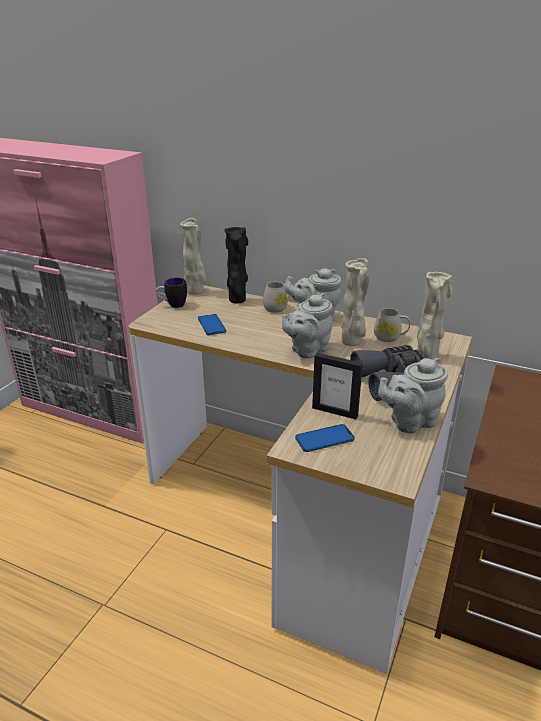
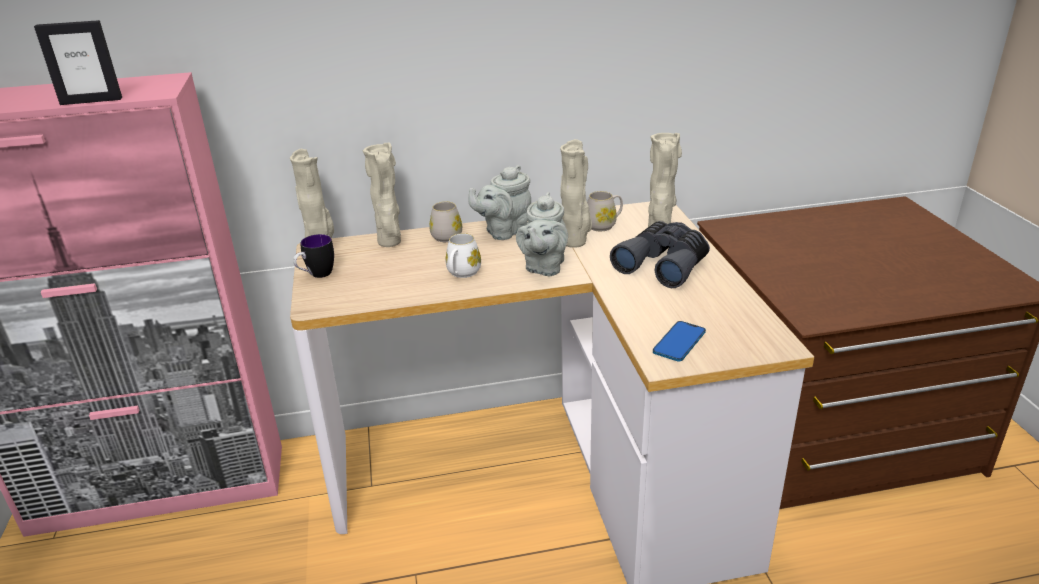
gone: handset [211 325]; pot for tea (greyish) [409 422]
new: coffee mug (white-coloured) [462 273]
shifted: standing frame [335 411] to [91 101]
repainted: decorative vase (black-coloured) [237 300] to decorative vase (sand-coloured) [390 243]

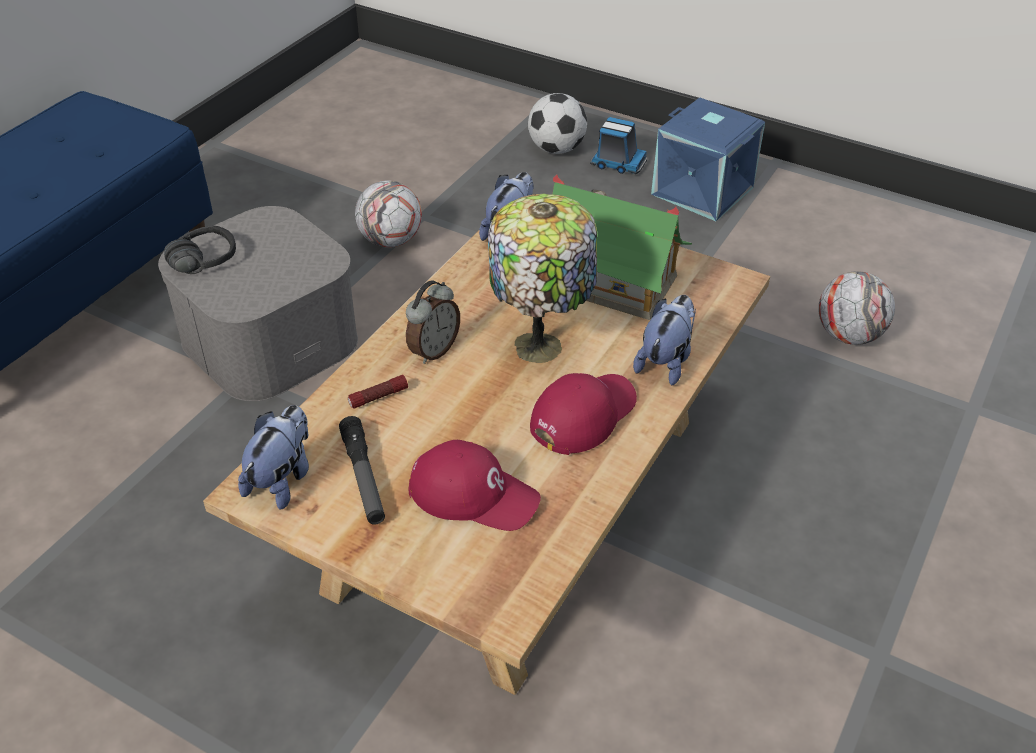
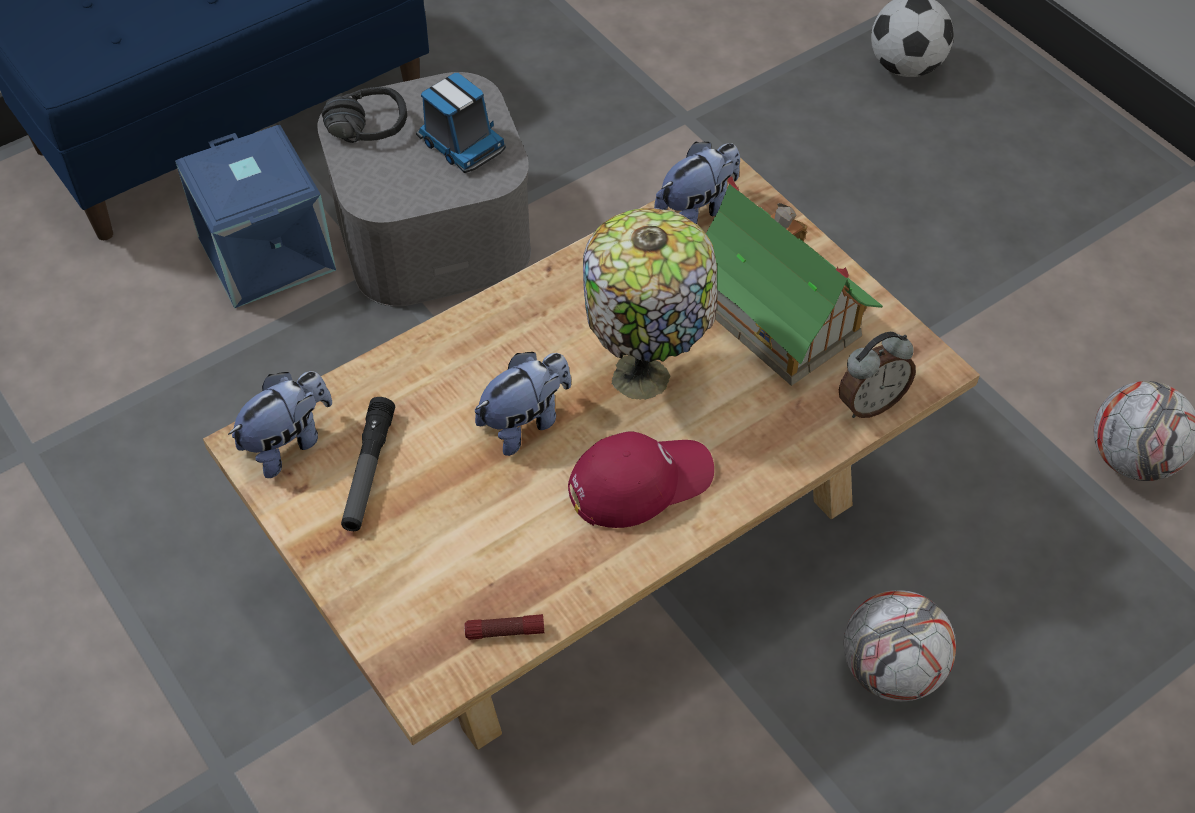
gone: peaked cap (red-coloured) [474 494]
shifted: storage container (blue) [703 190] to [269 253]; toy truck [617 163] to [460 144]; torch [378 397] to [505 632]; cuddly toy [665 361] to [525 422]; alarm clock [433 350] to [869 403]; football ball [391 241] to [891 671]

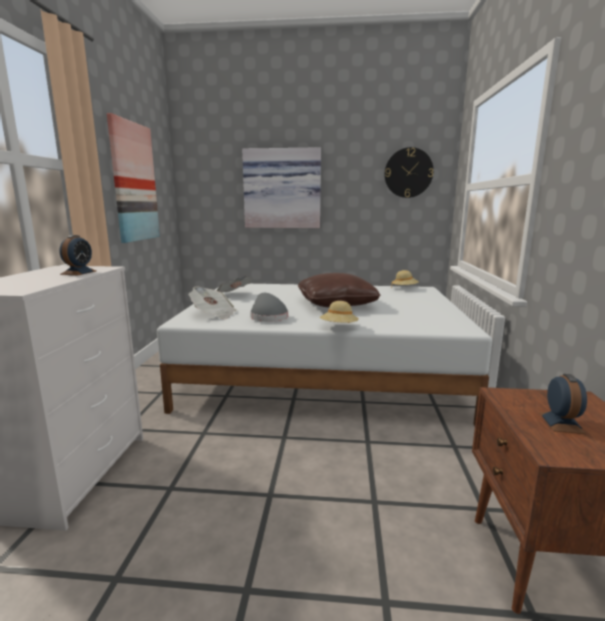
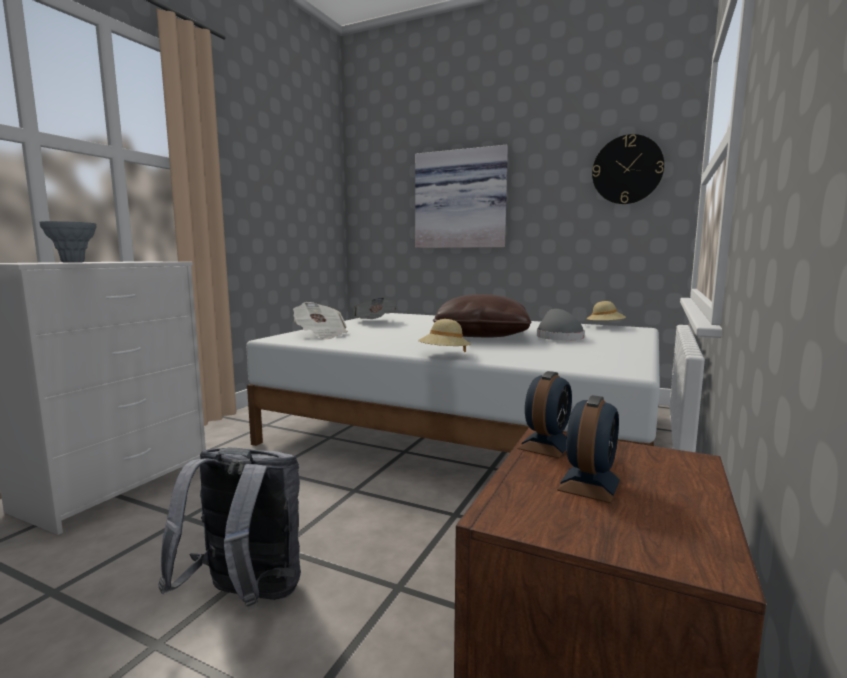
gone: picture [134 182]
new: decorative vase (greyish) [73 262]; knapsack (greyish) [246 598]
shifted: alarm clock [79 272] to [546 444]; wearable hat (greyish) [267 317] to [558 337]

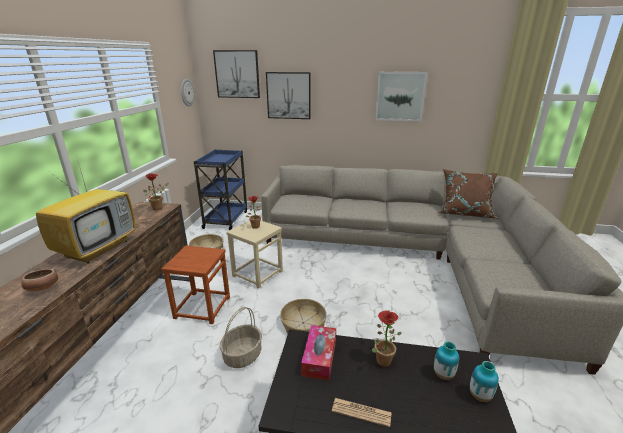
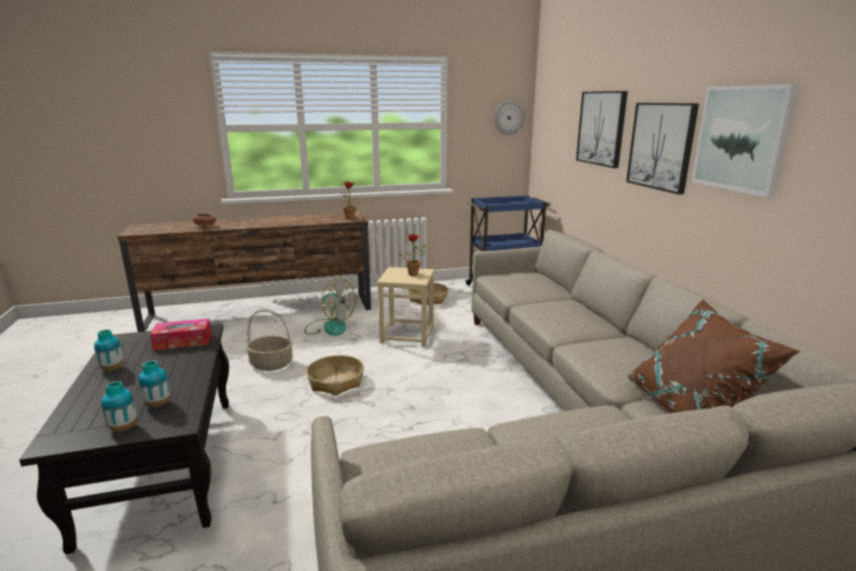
gone: television [98 248]; potted plant [381 358]
shifted: picture [237 74] to [661 146]
swapped: printed paper [361 412] to decorative vase [112 368]; sitting stool (brown-coloured) [202 307] to electric fan [329 327]

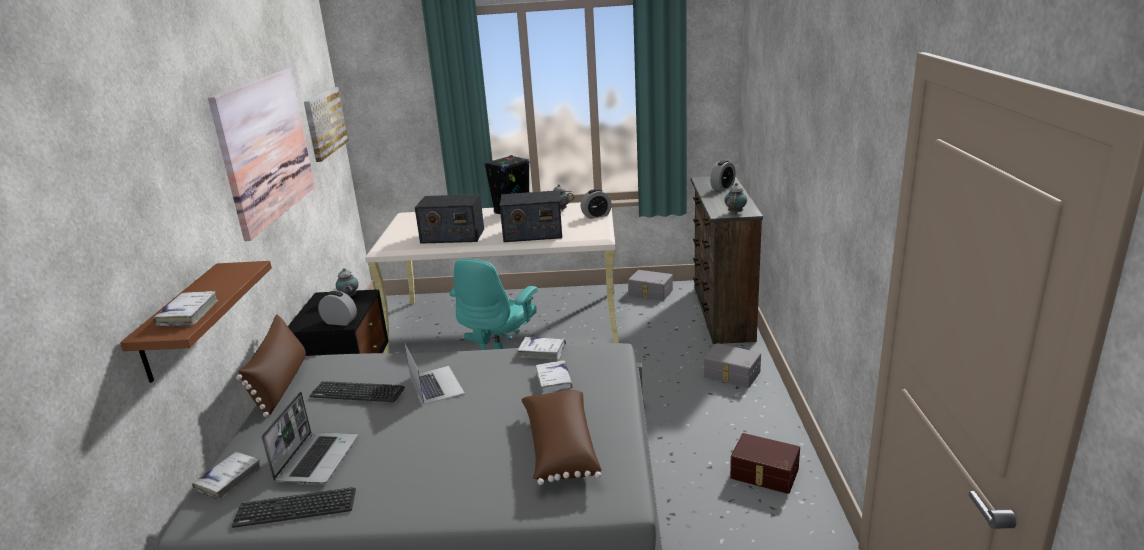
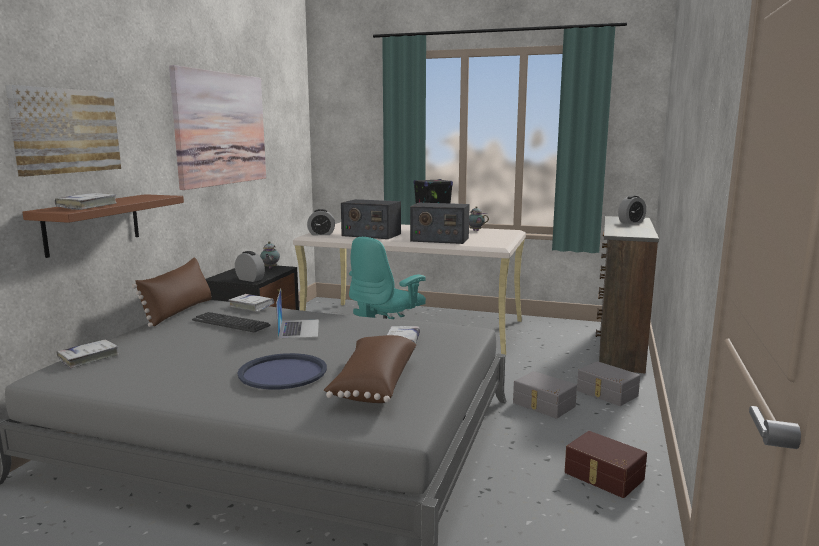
gone: PC keyboard [295 508]; laptop [317 458]; pot for tea [735 212]
new: serving tray (blue) [283 372]
shifted: picture [324 123] to [66 131]; bound book (white-coloured) [542 352] to [251 306]; alarm clock [596 216] to [321 234]; storage container (greyish) [650 293] to [543 405]

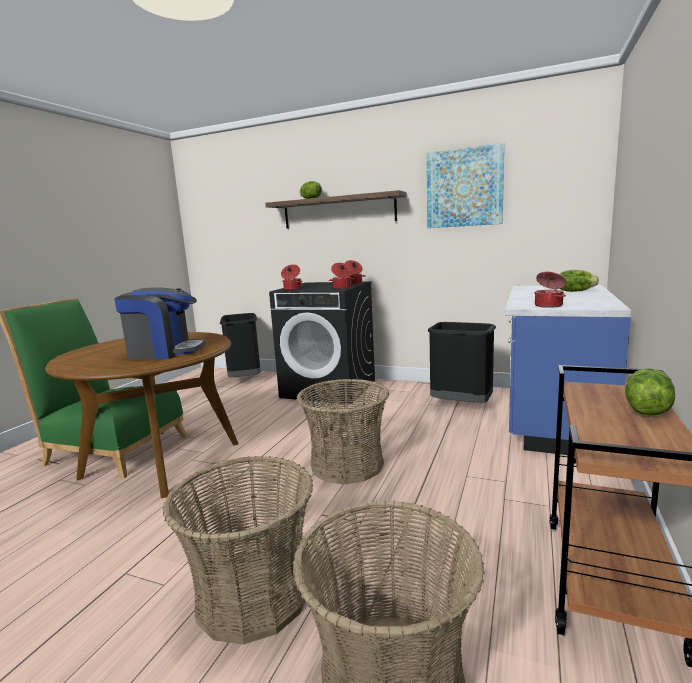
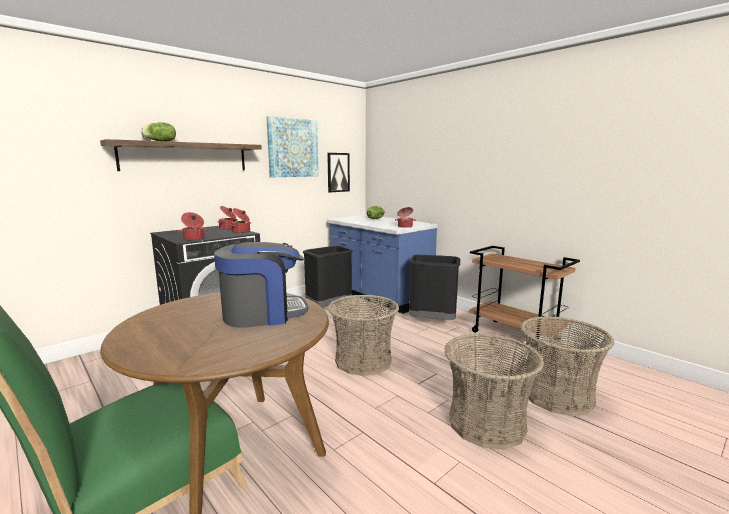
gone: lettuce [646 410]
new: picture [338 172]
shifted: rubbish bin (black-coloured) [245 379] to [432 322]
rotated: coffee maker [164 352] = [263 314] 45 degrees clockwise

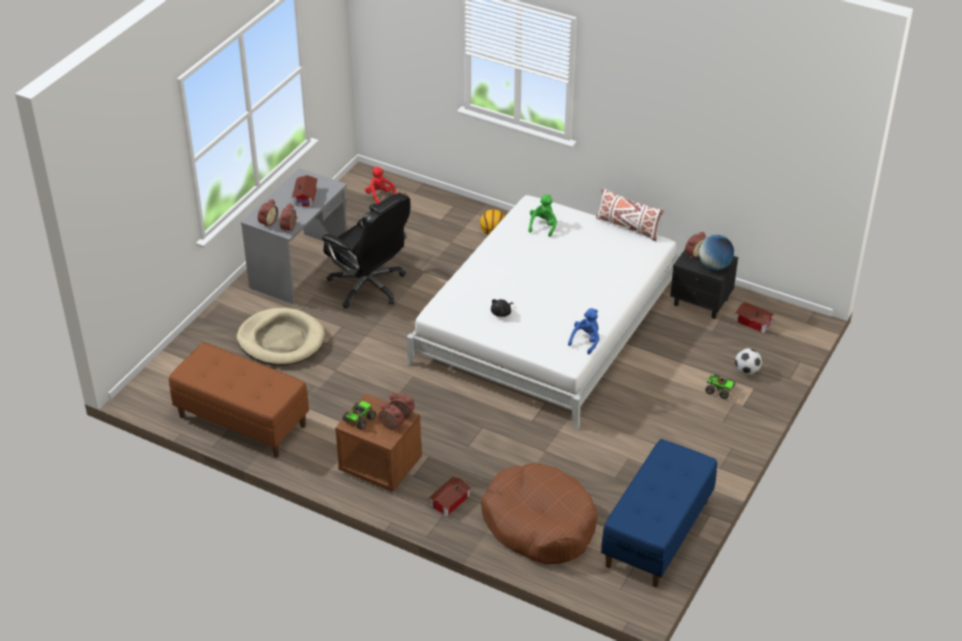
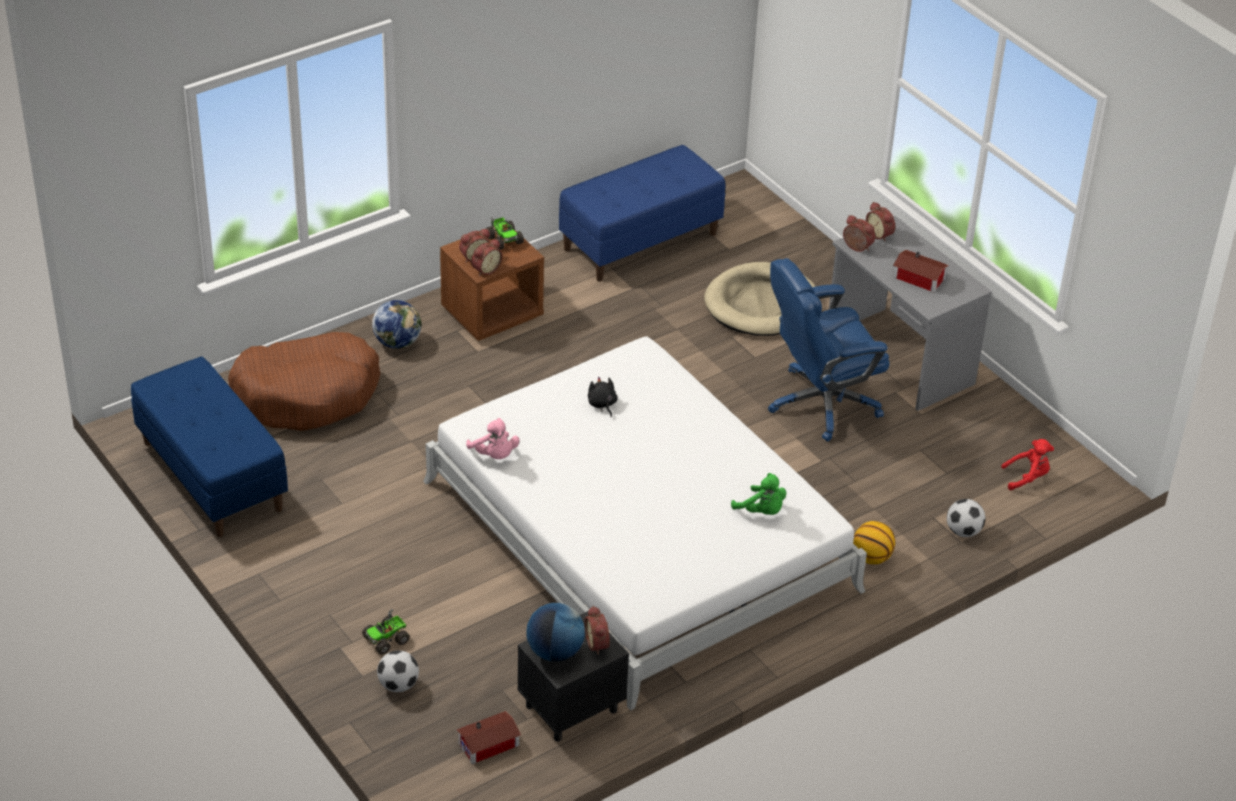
gone: cushion (white-coloured) [627 227]
new: football ball [963 531]
swapped: toy house [448 501] to desk globe [397 342]
repainted: cuddly toy (blue) [586 341] to cuddly toy (pink-coloured) [494 455]; bench (brown-coloured) [241 421] to bench (blue) [640 241]; office chair (black-coloured) [368 286] to office chair (blue) [821 403]

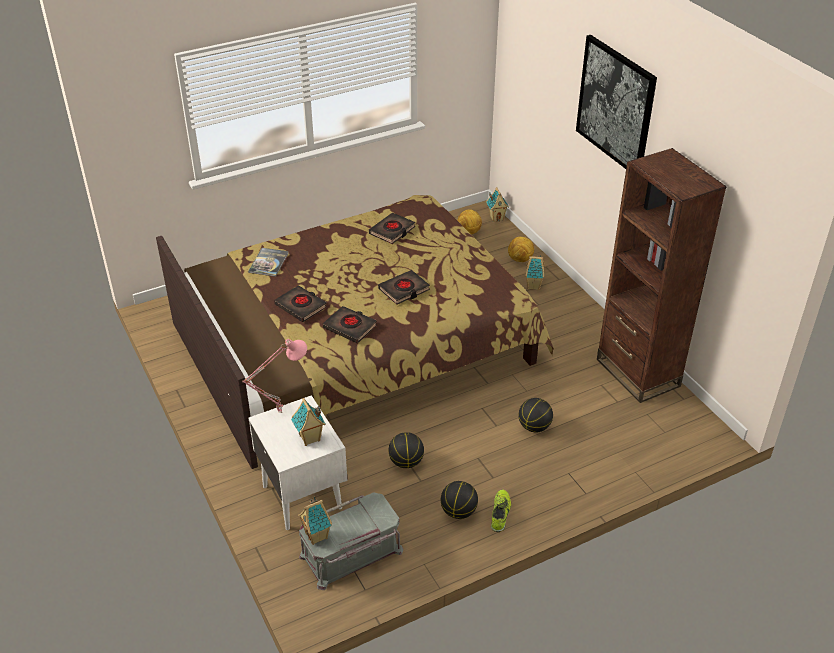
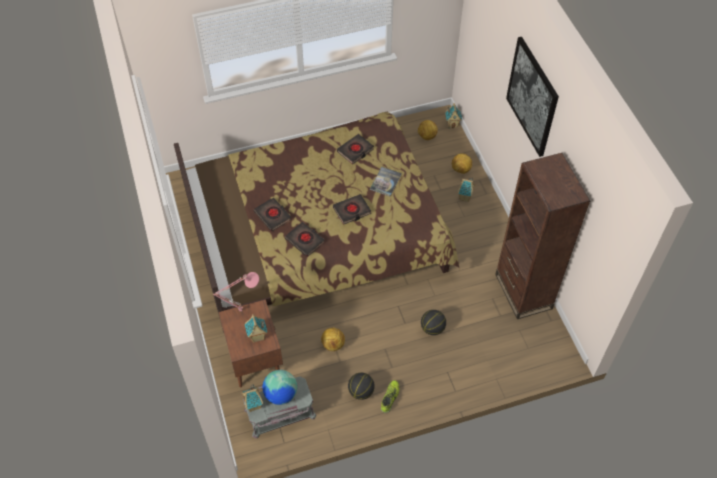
new: desk globe [281 394]
shifted: bound book [268 263] to [385 182]
swapped: ball for basketball [406 462] to football ball [333 344]
repainted: nightstand (white-coloured) [302 495] to nightstand (brown-coloured) [255 361]

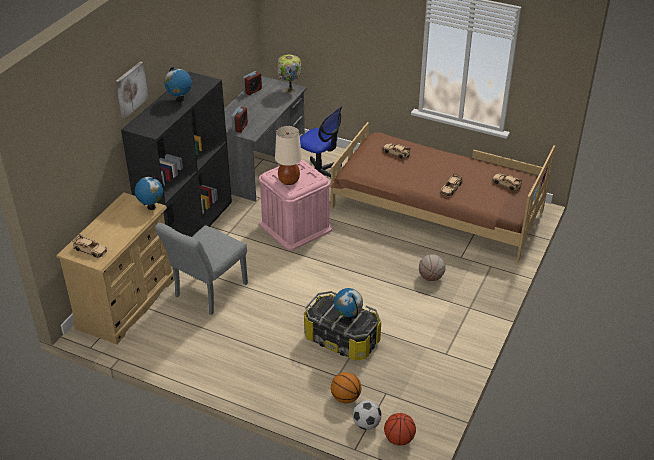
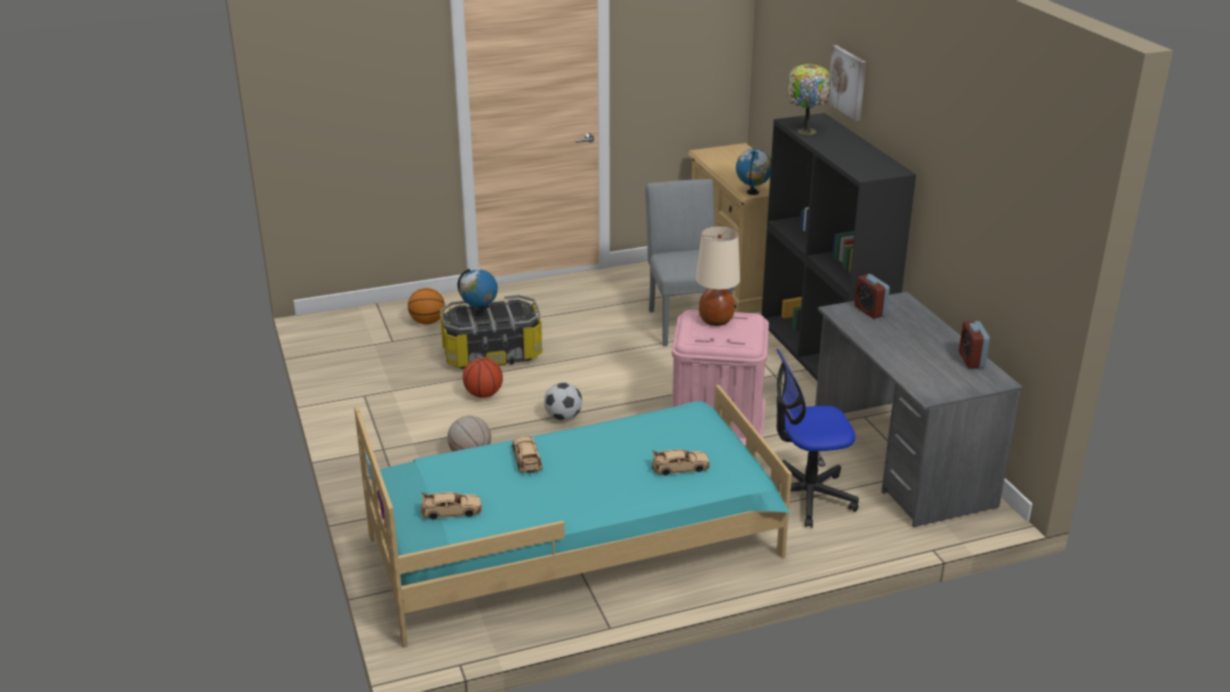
gone: miniature car (sand-coloured) [90 250]; desk globe [179 99]
shifted: ball for basketball [399 439] to [483 394]; football ball [366 424] to [563 417]; tabletop lamp [289 91] to [806 130]
repainted: bedroom bed (brown-coloured) [435 210] to bedroom bed (turquoise-coloured) [575 544]

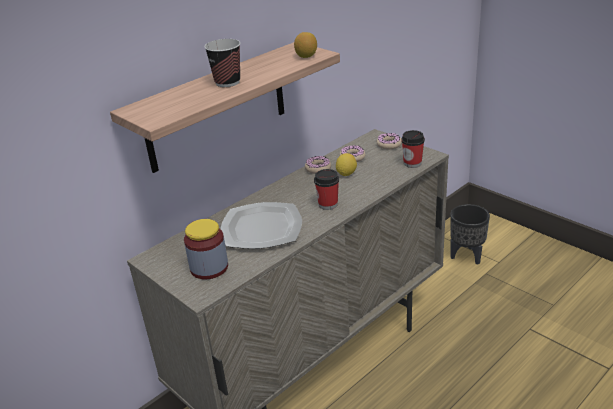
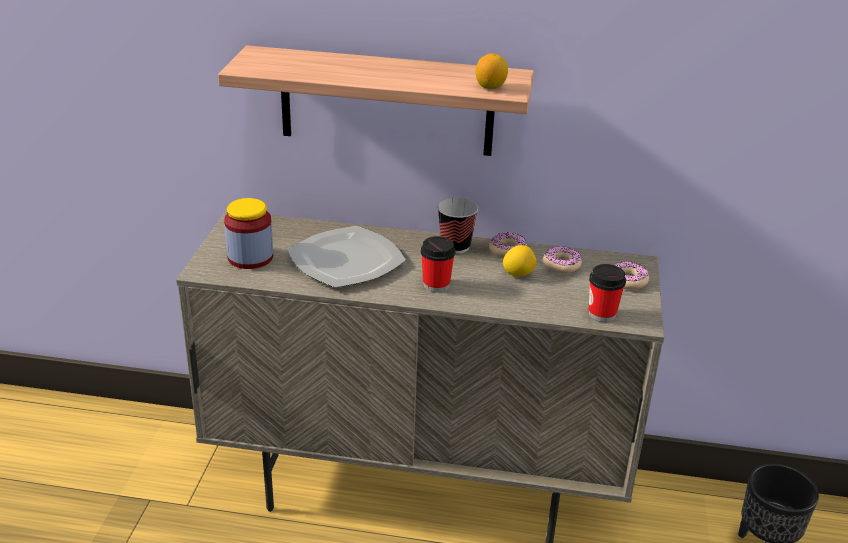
shifted: small cup [227 82] to [455 246]

